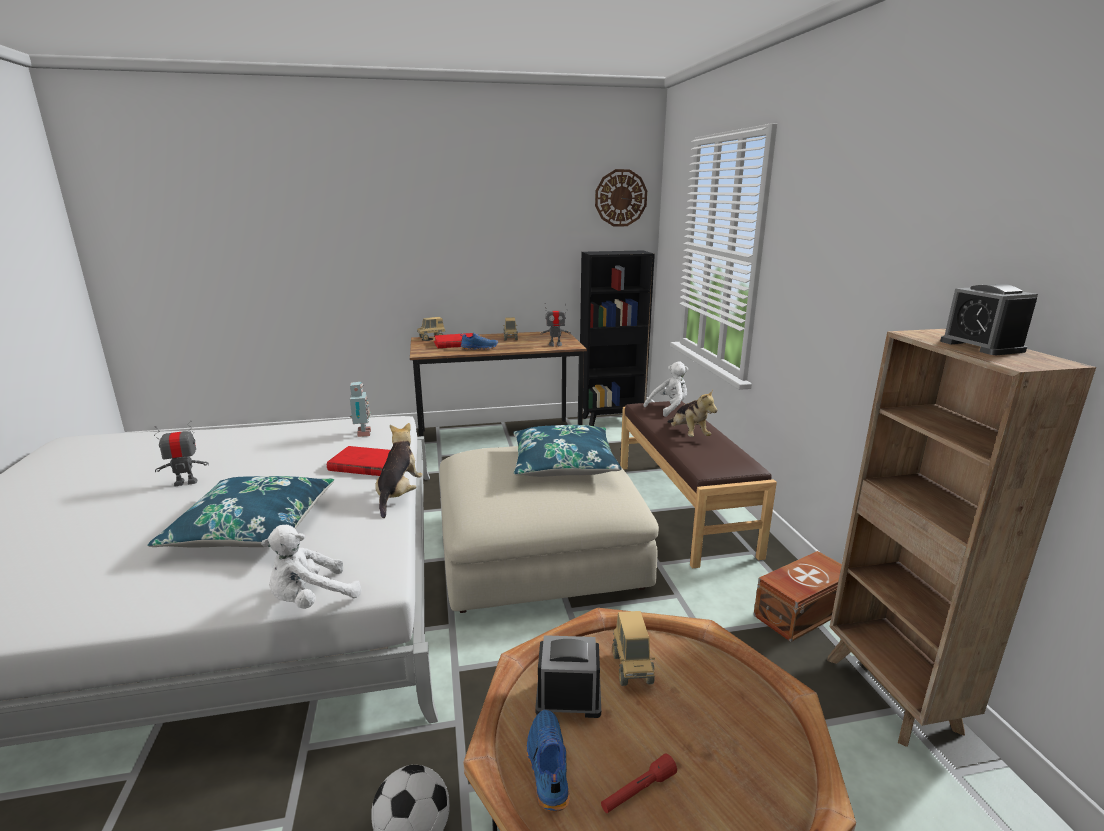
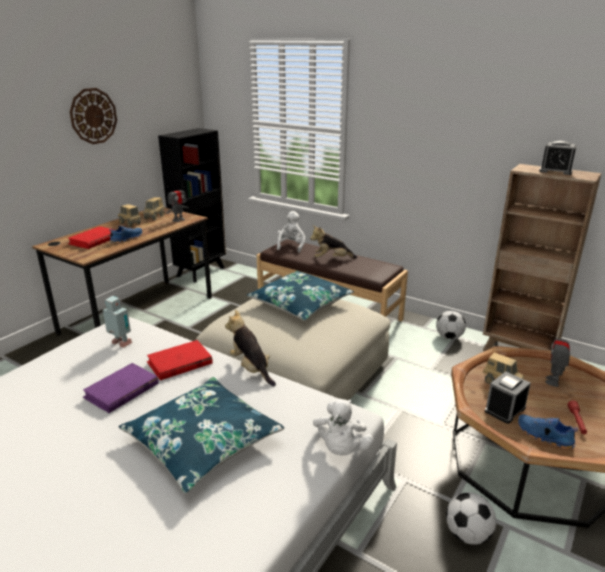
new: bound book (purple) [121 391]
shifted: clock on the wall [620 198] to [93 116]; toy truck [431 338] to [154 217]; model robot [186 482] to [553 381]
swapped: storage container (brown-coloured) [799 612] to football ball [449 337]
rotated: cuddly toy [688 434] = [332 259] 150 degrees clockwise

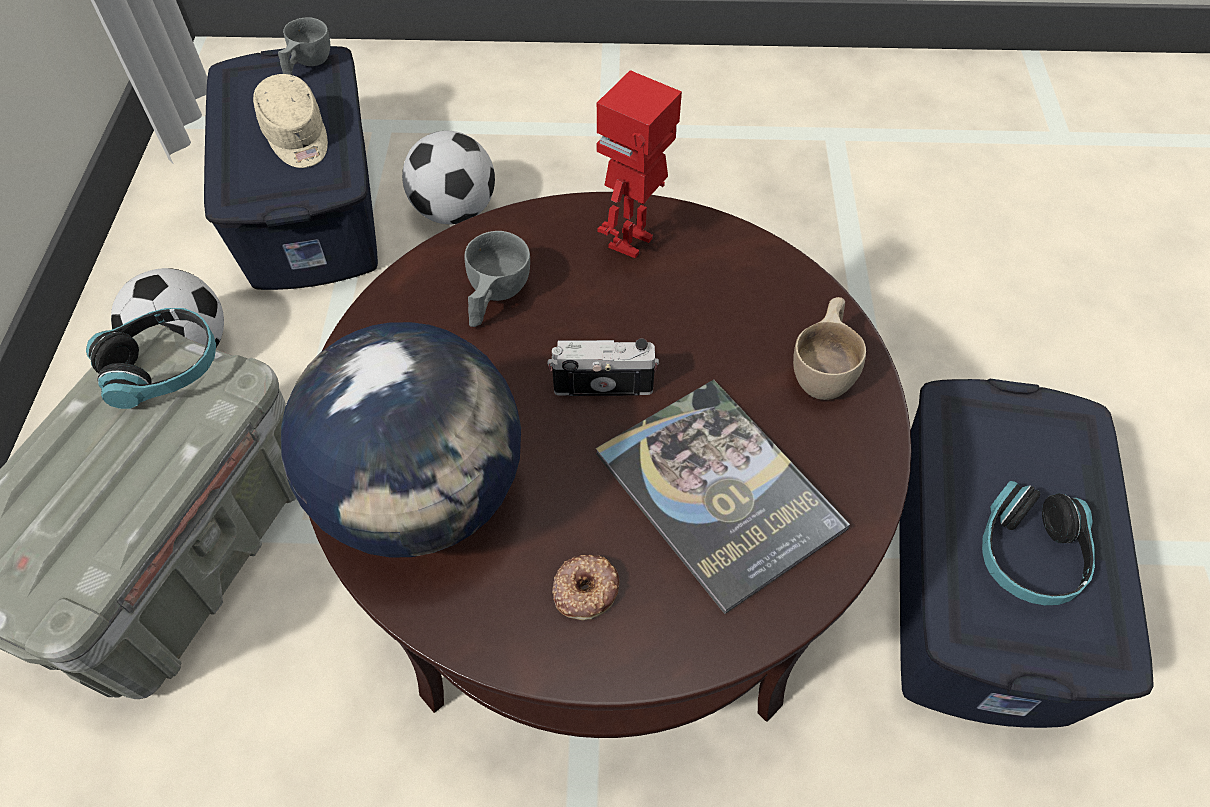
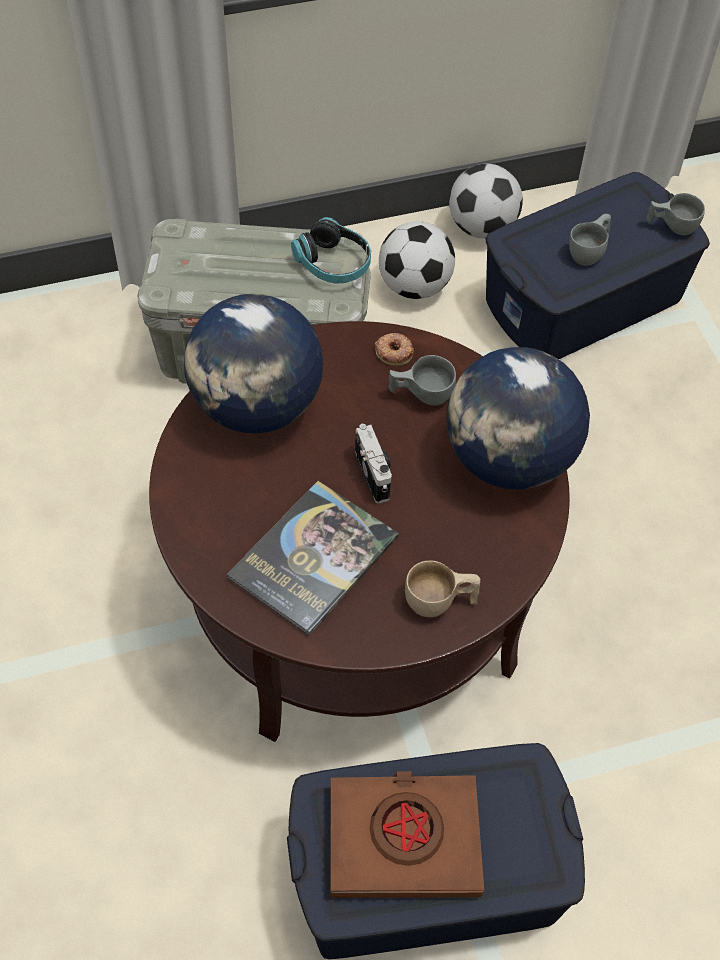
shifted: doughnut [585 589] to [394 351]; football ball [454 211] to [482 227]
swapped: pair of headphones [1029 555] to bound book (brown-coloured) [404 839]; model robot [633 243] to desk globe [507 459]; peaked cap (sand-coloured) [297 137] to small cup (greyish) [590 252]

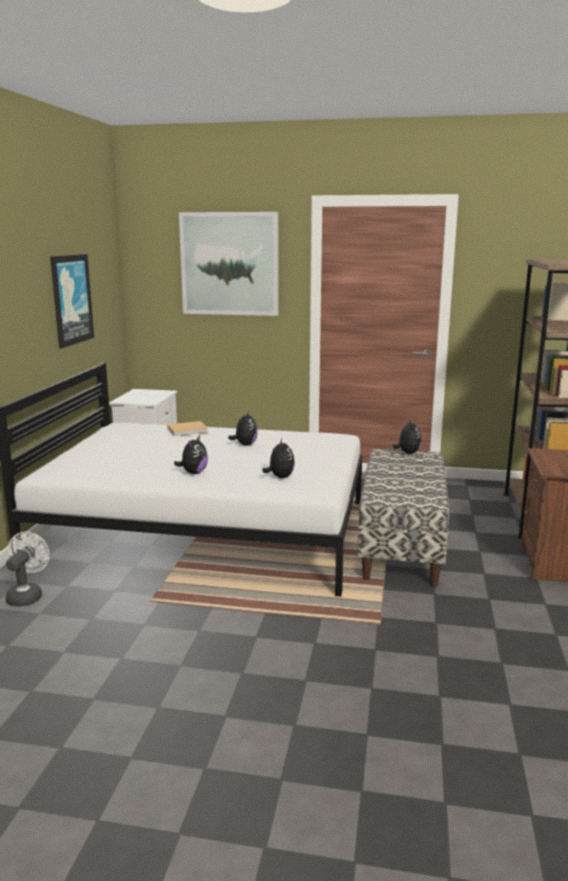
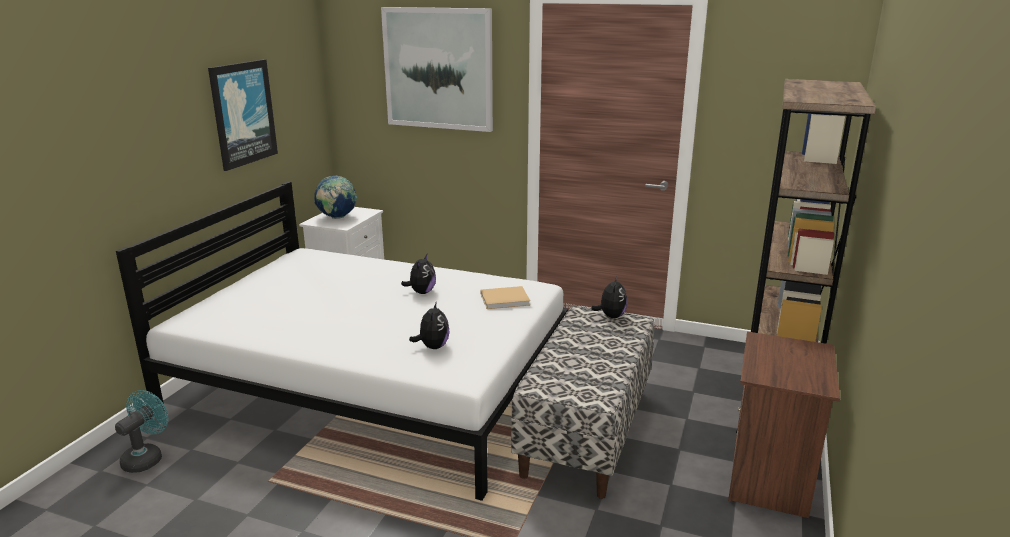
gone: cuddly toy [193 473]
new: desk globe [337 218]
shifted: bound book (sand-coloured) [188 430] to [506 299]
repainted: electric fan (white-coloured) [27 595] to electric fan (turquoise-coloured) [147 457]

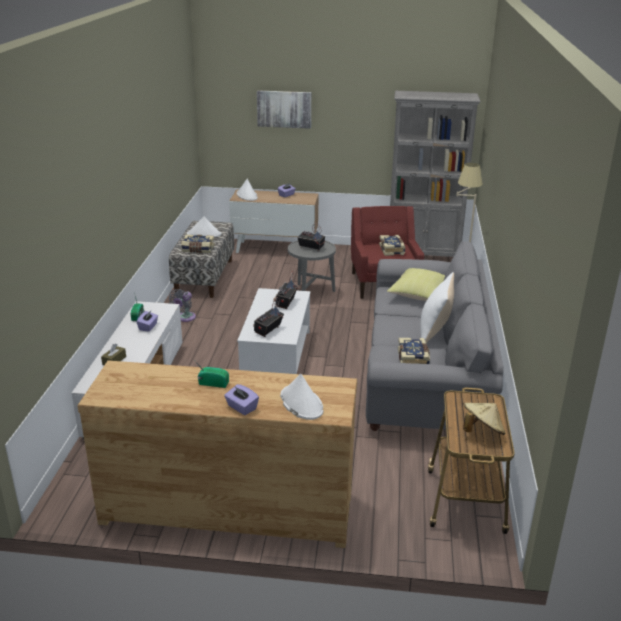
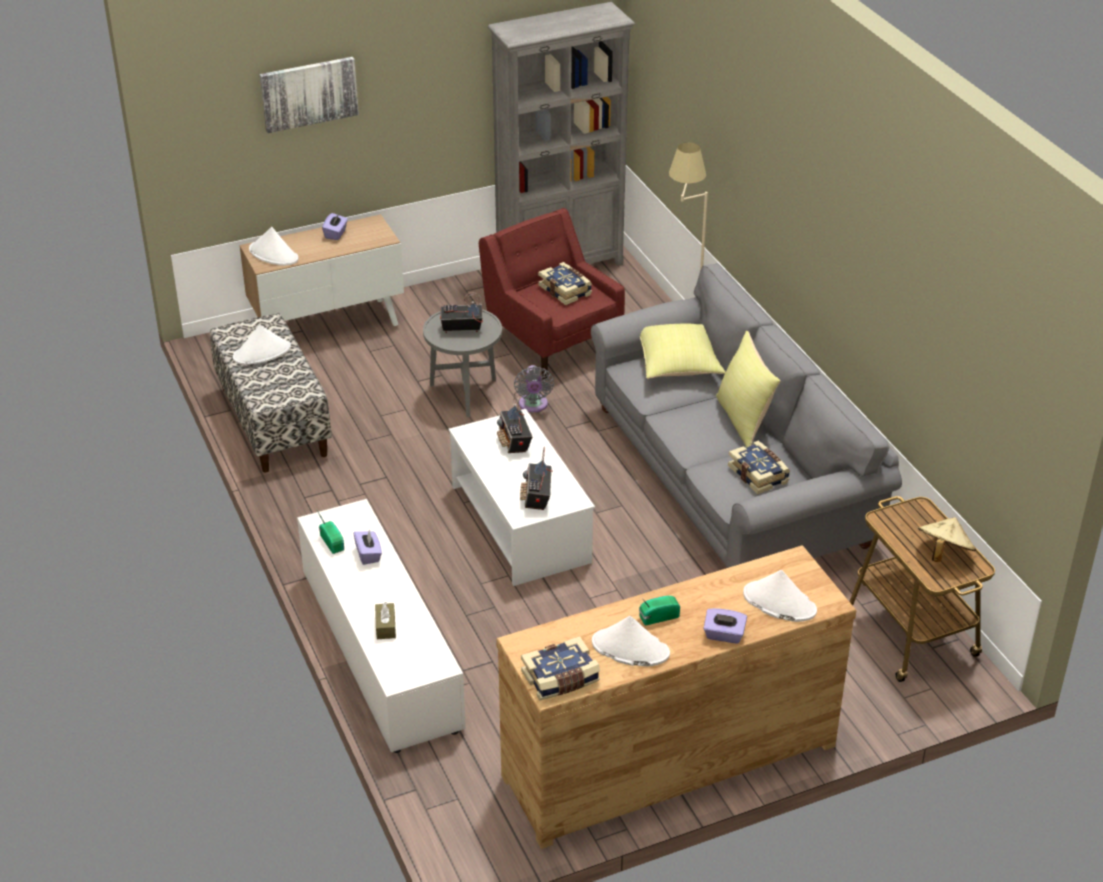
new: wearable hat (white-coloured) [630 648]
shifted: electric fan (greyish) [185 318] to [533 405]; bound book [198 249] to [561 679]
repainted: cushion (white-coloured) [434 332] to cushion (yellow-coloured) [744 420]

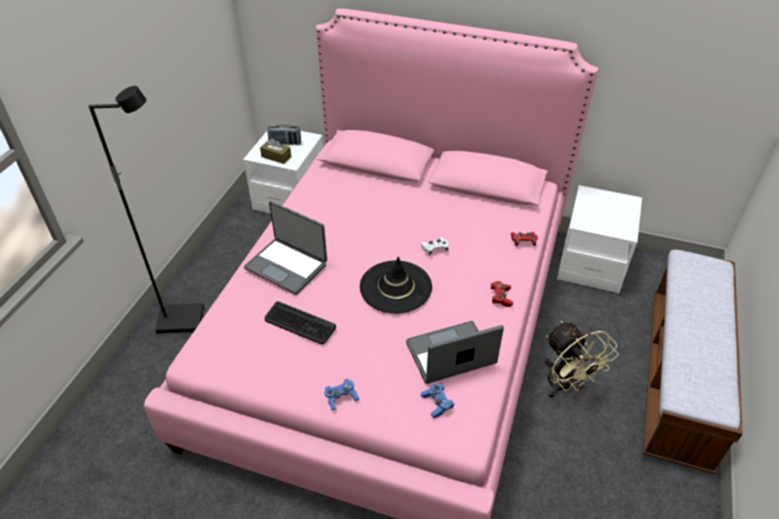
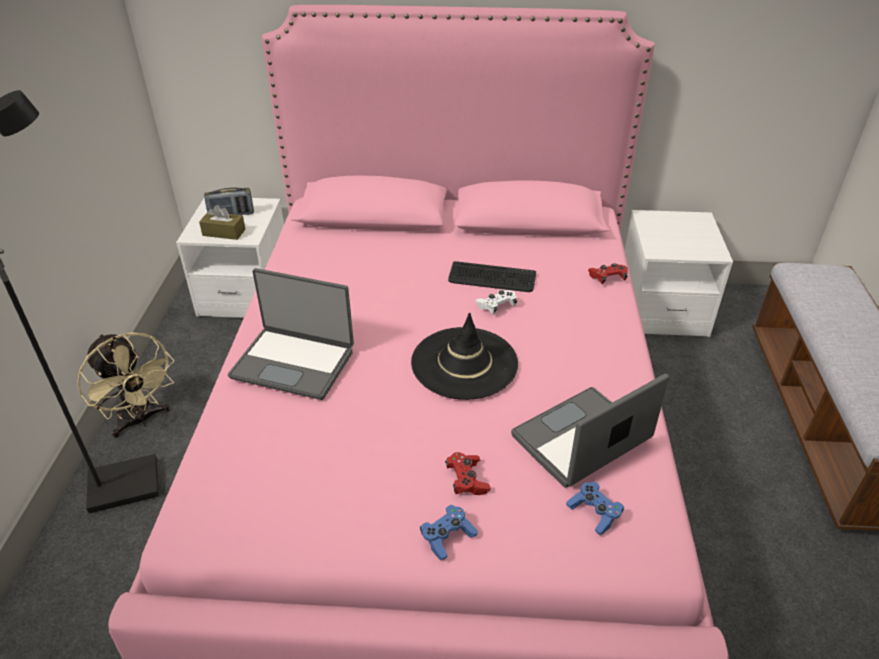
shifted: electric fan (sand-coloured) [565 385] to [140 420]; game controller (red-coloured) [501 297] to [467 480]; PC keyboard [299 323] to [492 278]

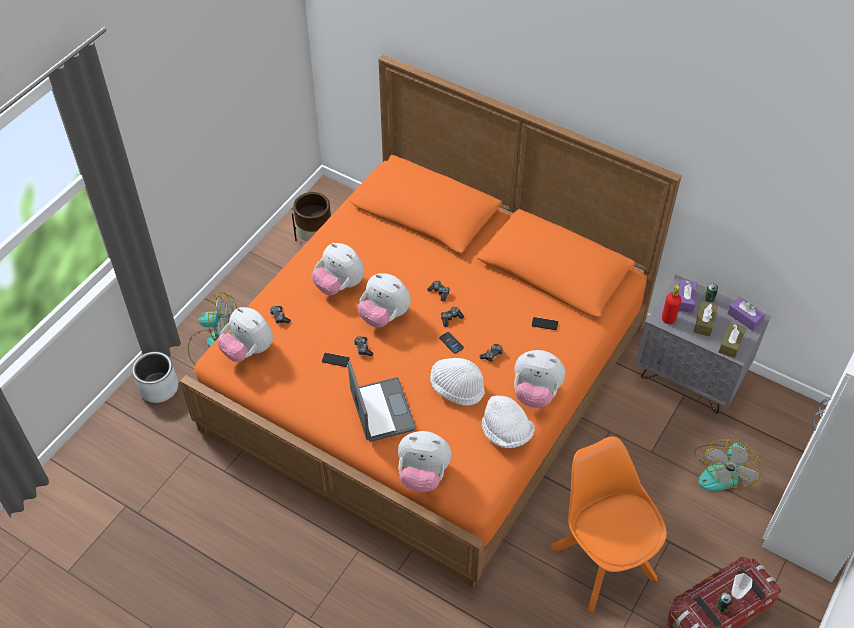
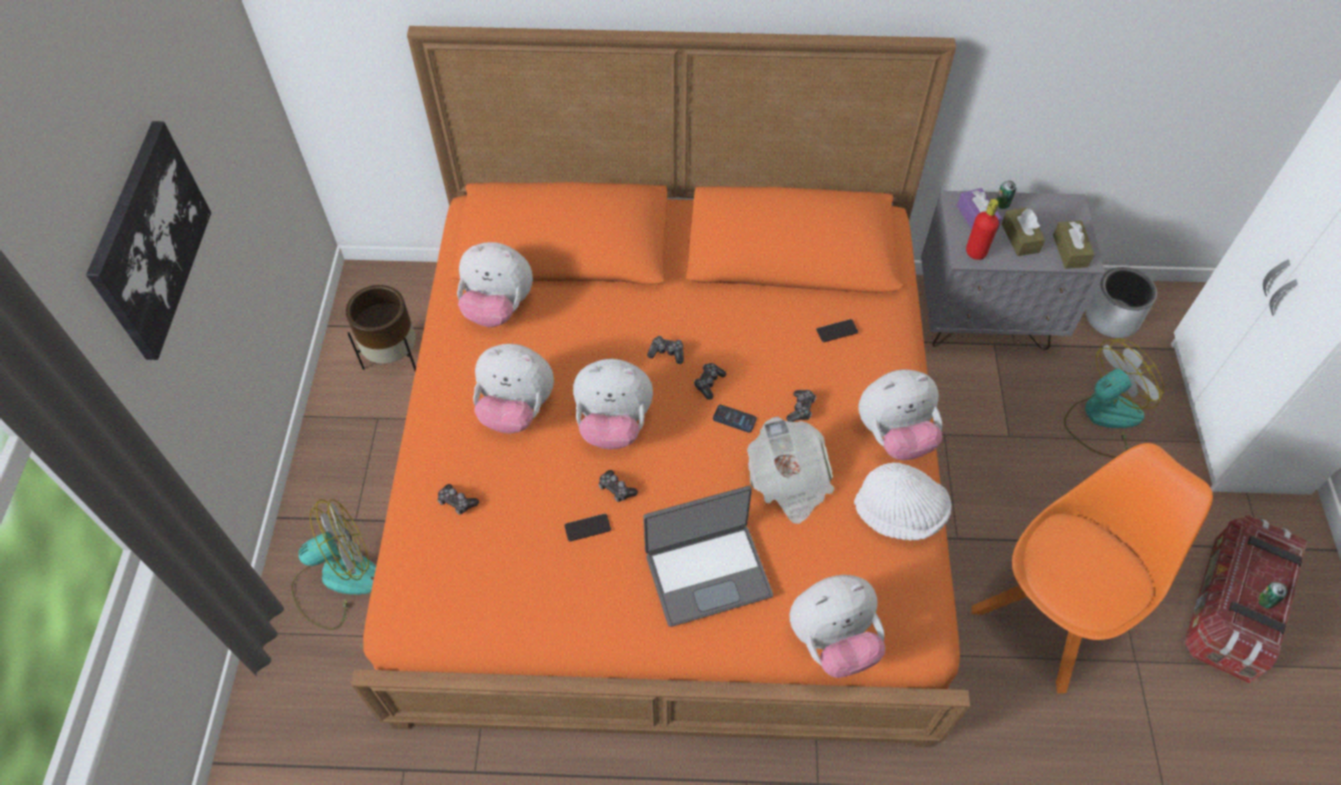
gone: tissue box (purple) [744 317]; small cup [737 593]
new: picture [148 240]
shifted: cuddly toy [248 350] to [498 307]; flower pot (greyish) [159 387] to [1112 318]
swapped: wearable hat (white-coloured) [457 388] to printed paper [788 482]
rotated: laptop [381 410] = [707 573] 120 degrees clockwise; chair (orange-coloured) [601 560] = [1054 612] 105 degrees clockwise; electric fan [722 470] = [1102 418] 120 degrees counterclockwise

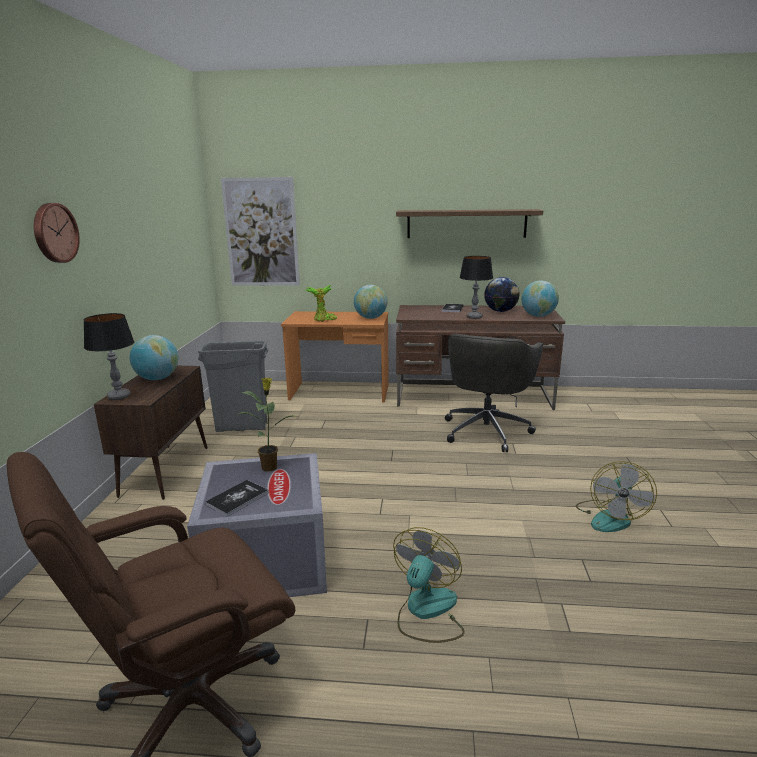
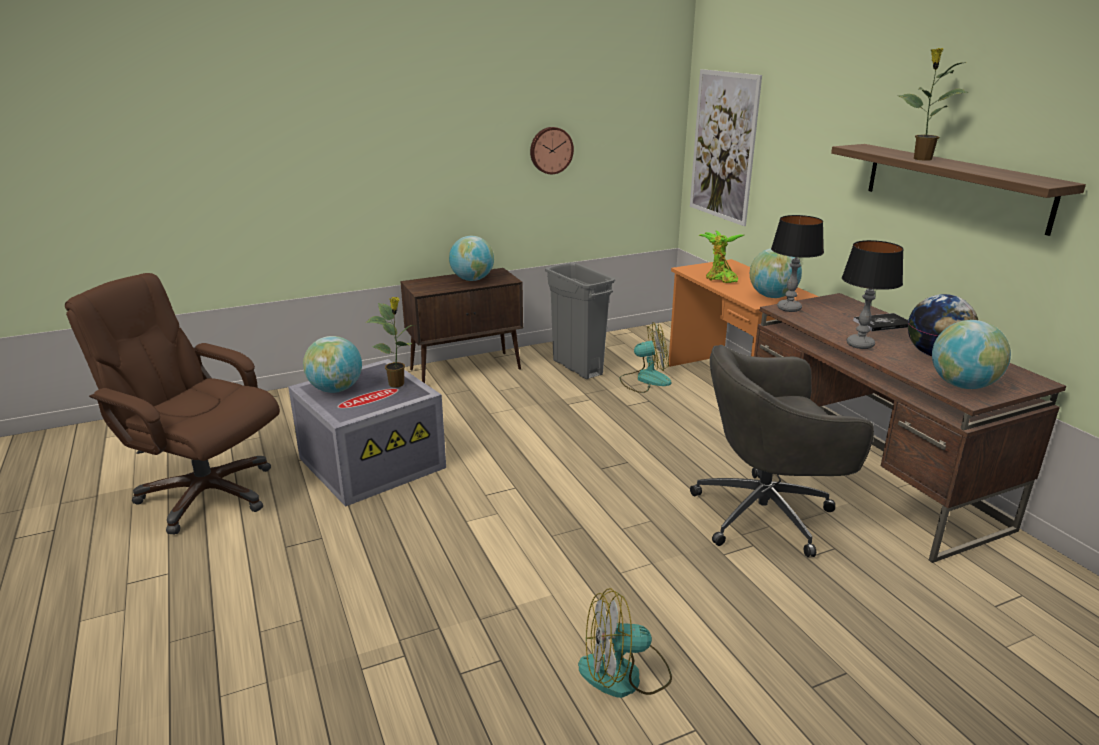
new: potted plant [921 159]
shifted: clock on the wall [54 233] to [550 150]; electric fan [426 611] to [645 380]; tabletop lamp [119 396] to [789 308]
swapped: bound book [237 499] to desk globe [336 389]

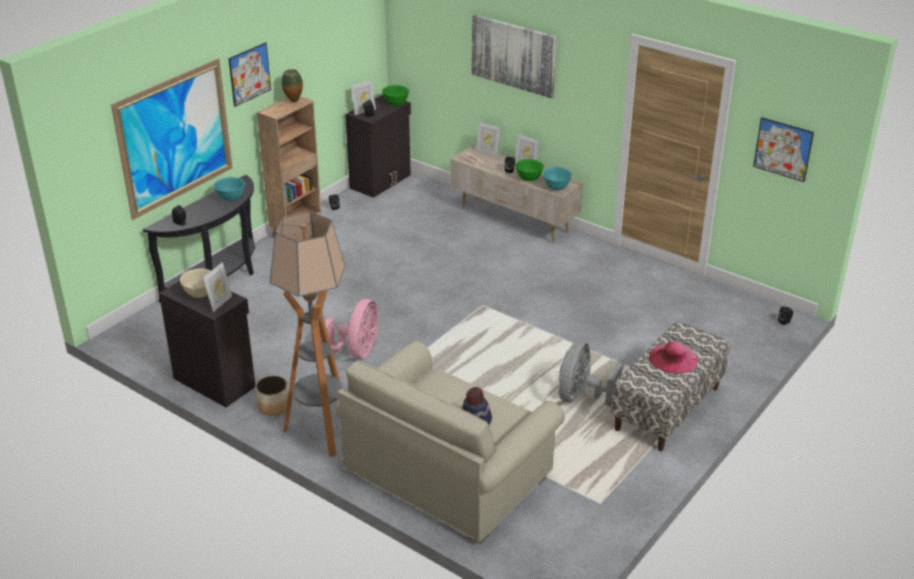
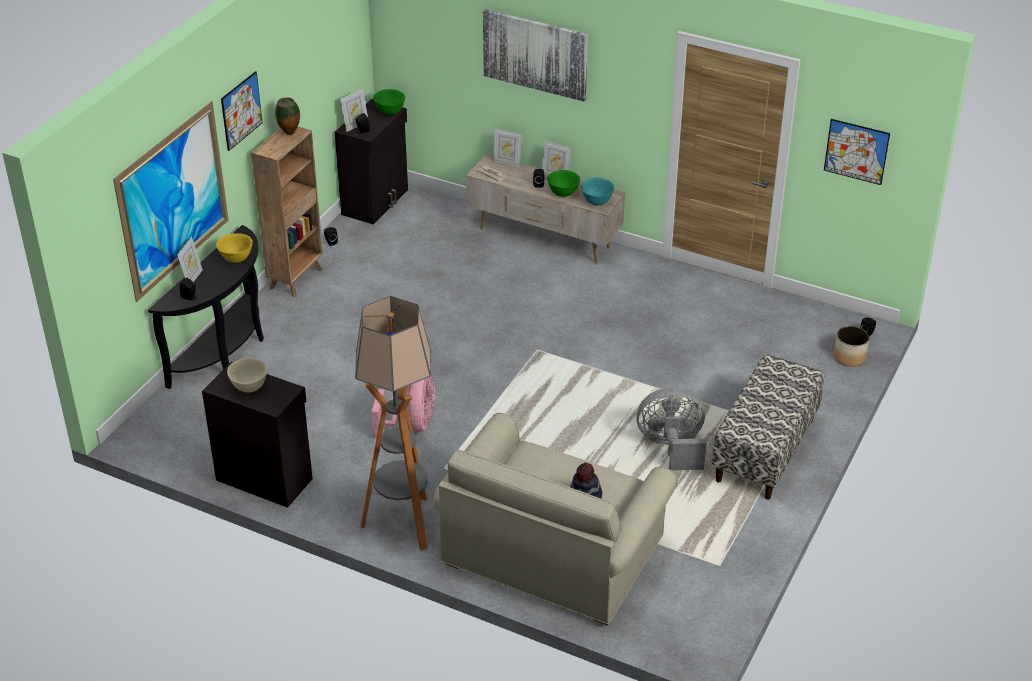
gone: wearable hat (pink-coloured) [673 358]
shifted: standing frame [220 303] to [192 278]; flower pot [274 407] to [849 357]
repainted: bowl (turquoise-coloured) [231 198] to bowl (yellow-coloured) [236 258]
rotated: electric fan (greyish) [581 397] = [672 447] 75 degrees clockwise

